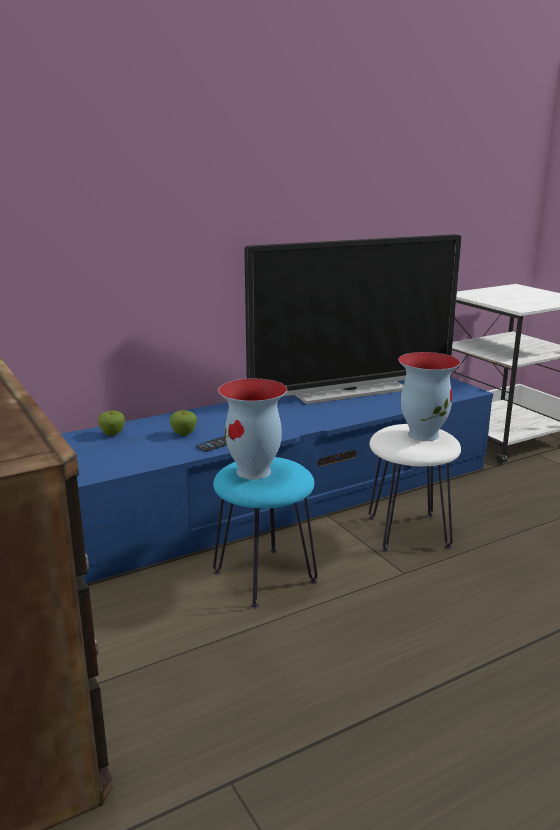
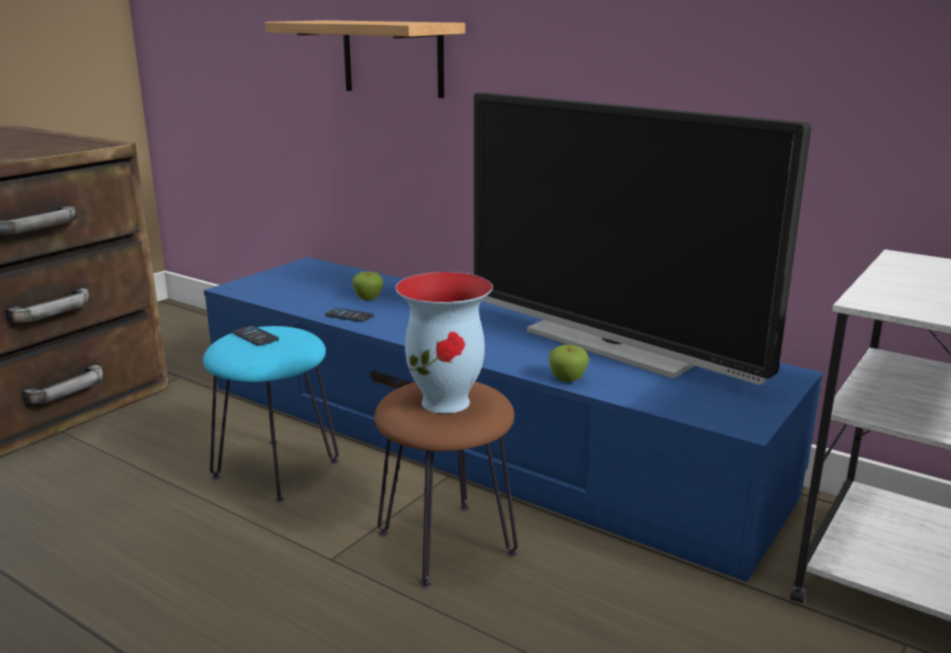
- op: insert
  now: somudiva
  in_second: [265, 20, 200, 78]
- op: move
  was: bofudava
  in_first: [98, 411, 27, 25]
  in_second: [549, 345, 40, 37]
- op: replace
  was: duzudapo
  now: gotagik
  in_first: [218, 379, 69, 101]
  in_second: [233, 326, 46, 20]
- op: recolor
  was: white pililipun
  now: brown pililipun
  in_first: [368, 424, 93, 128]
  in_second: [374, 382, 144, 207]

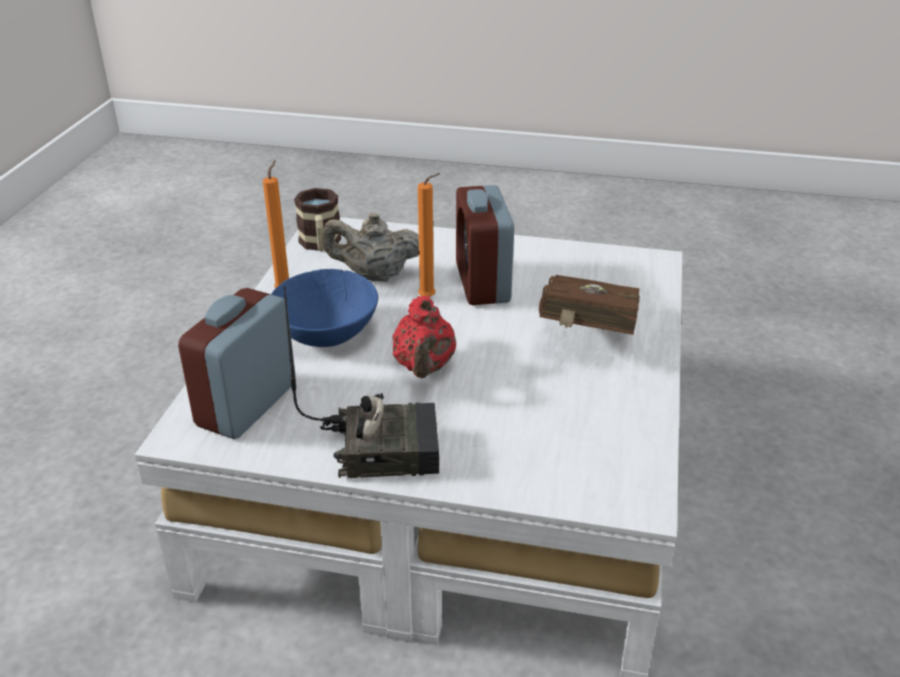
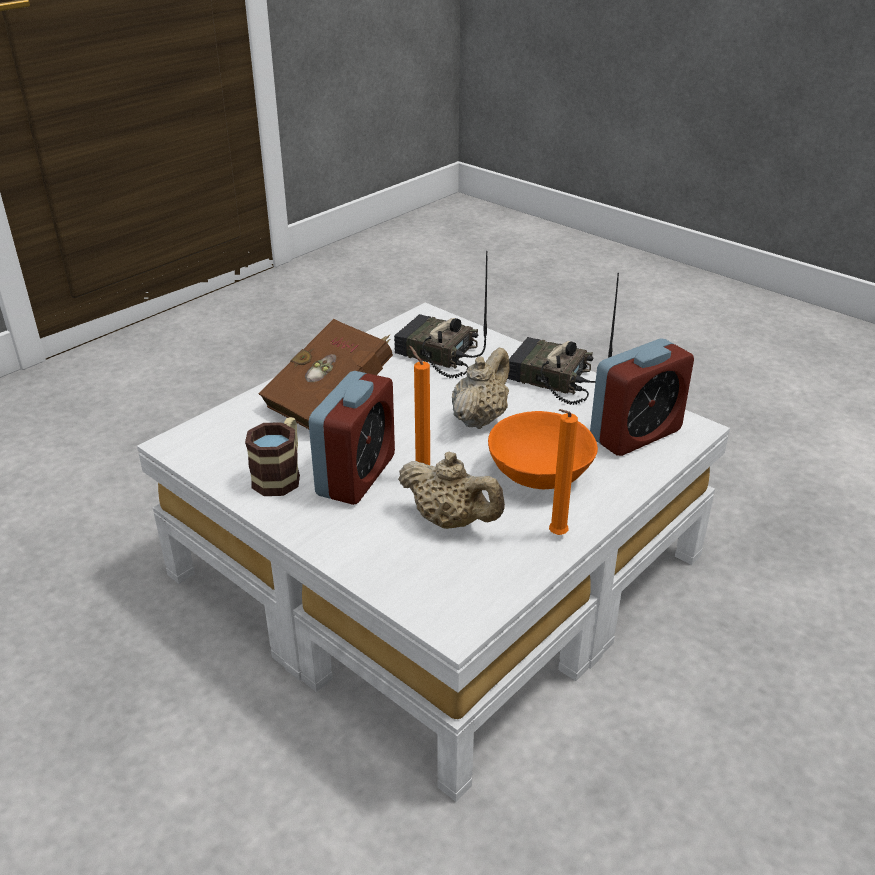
- op: insert
  now: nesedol
  in_second: [394, 251, 93, 127]
- op: move
  was: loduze
  in_first: [294, 188, 48, 63]
  in_second: [245, 417, 55, 79]
- op: recolor
  was: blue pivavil
  now: orange pivavil
  in_first: [272, 269, 106, 78]
  in_second: [488, 411, 110, 78]
- op: recolor
  was: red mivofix
  now: beige mivofix
  in_first: [392, 296, 64, 82]
  in_second: [452, 348, 58, 81]

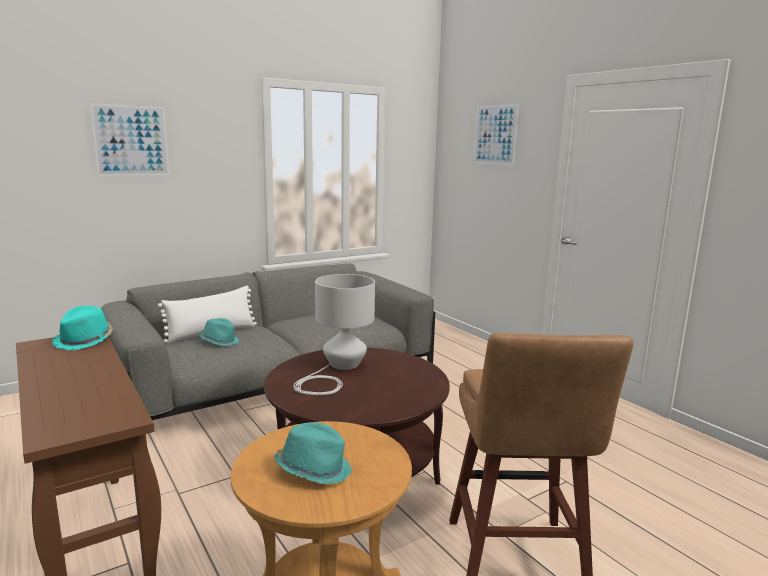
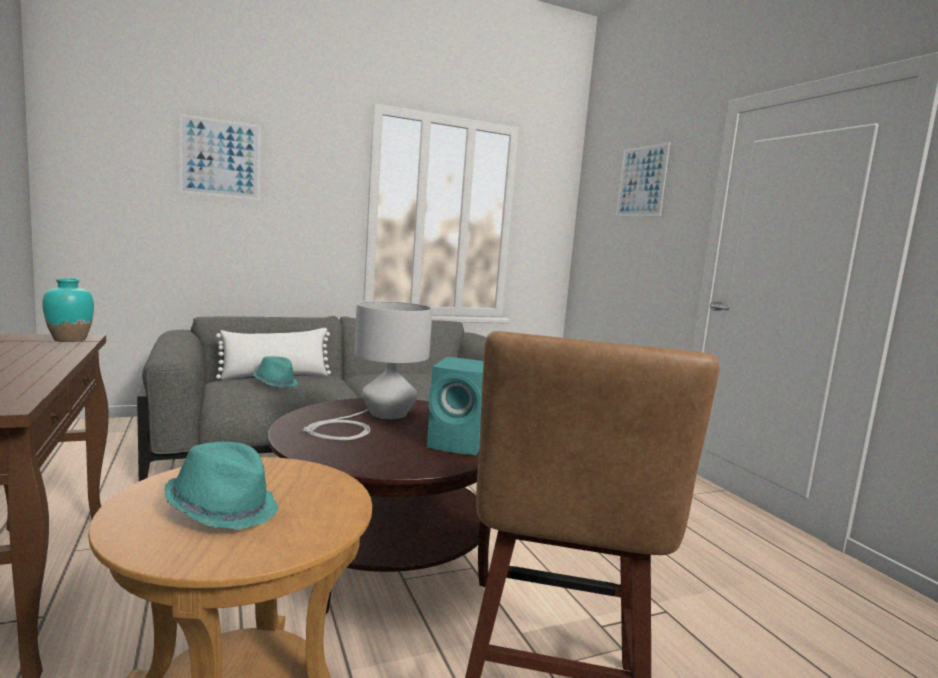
- op: insert
  now: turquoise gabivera
  in_second: [427, 357, 57, 98]
- op: replace
  was: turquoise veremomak
  now: turquoise duzudapo
  in_first: [52, 306, 61, 44]
  in_second: [42, 278, 52, 64]

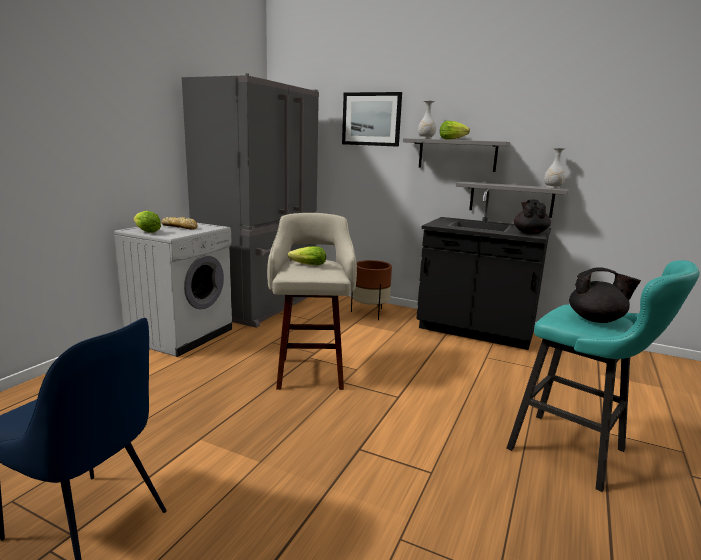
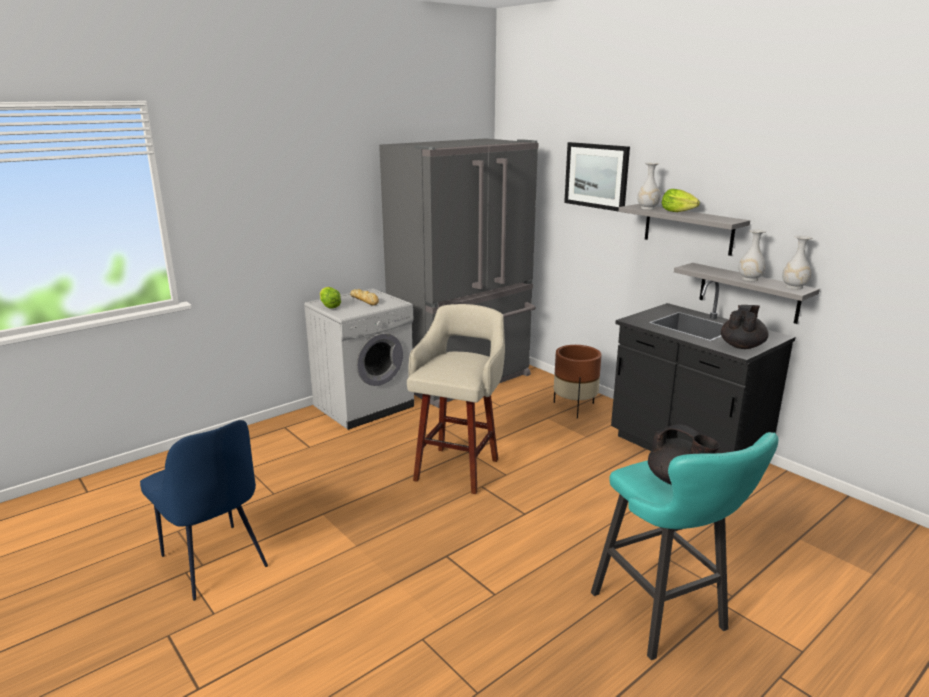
- op: delete
  was: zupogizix
  in_first: [288, 246, 38, 19]
- op: insert
  now: white duzudapo
  in_second: [739, 229, 27, 52]

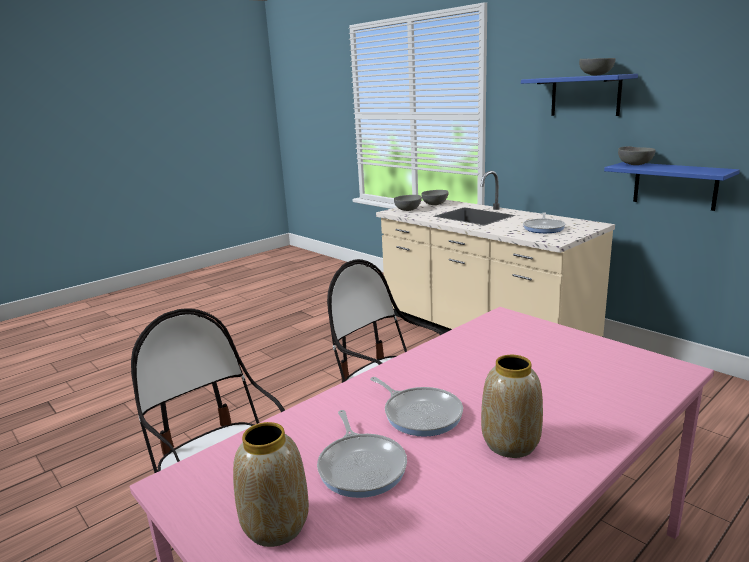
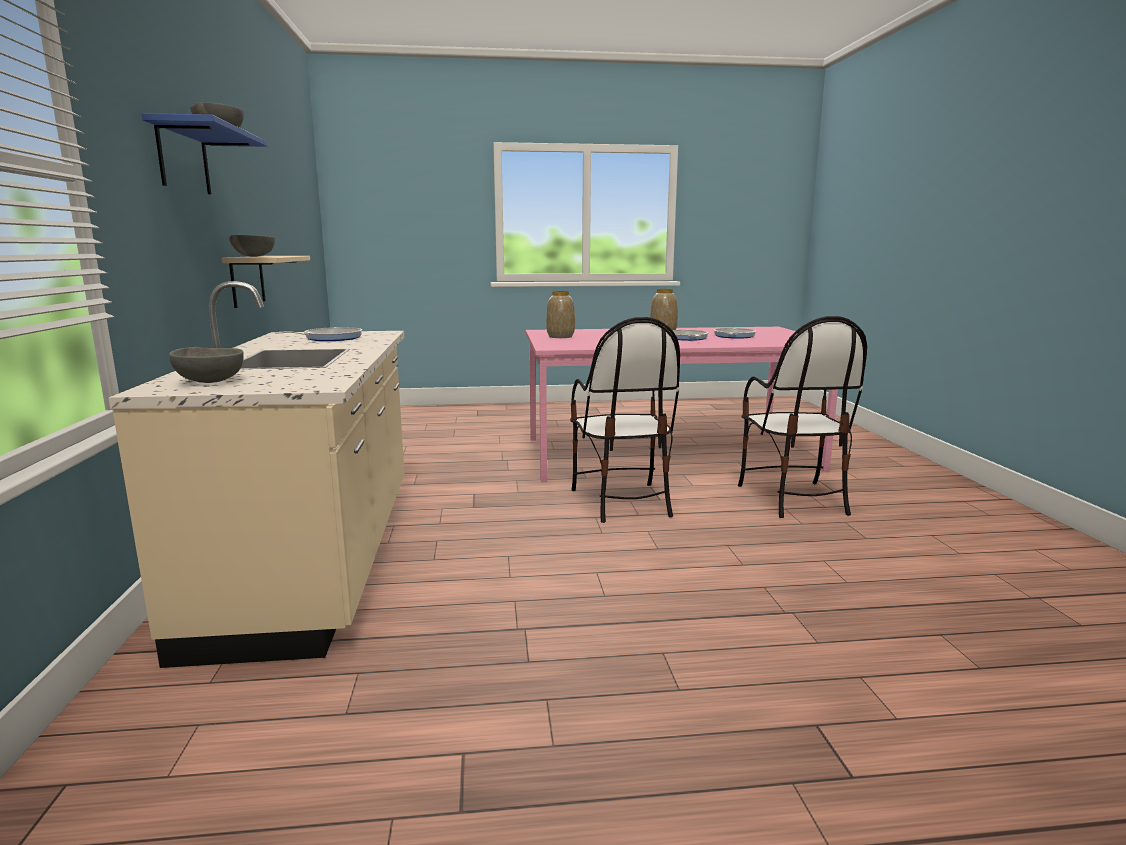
- op: delete
  was: grey pivavil
  in_first: [394, 195, 28, 16]
- op: move
  was: duzudapo
  in_first: [233, 422, 76, 125]
  in_second: [546, 291, 29, 47]
- op: recolor
  was: blue somudiva
  now: beige somudiva
  in_first: [604, 162, 136, 49]
  in_second: [222, 256, 88, 52]

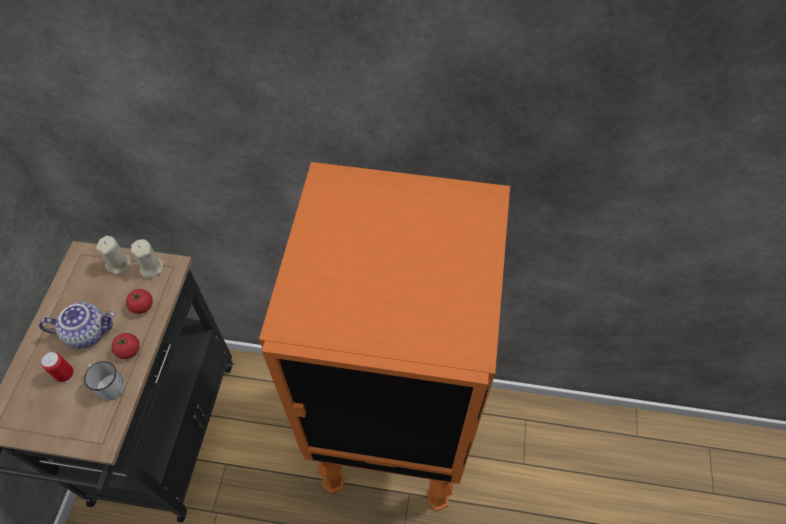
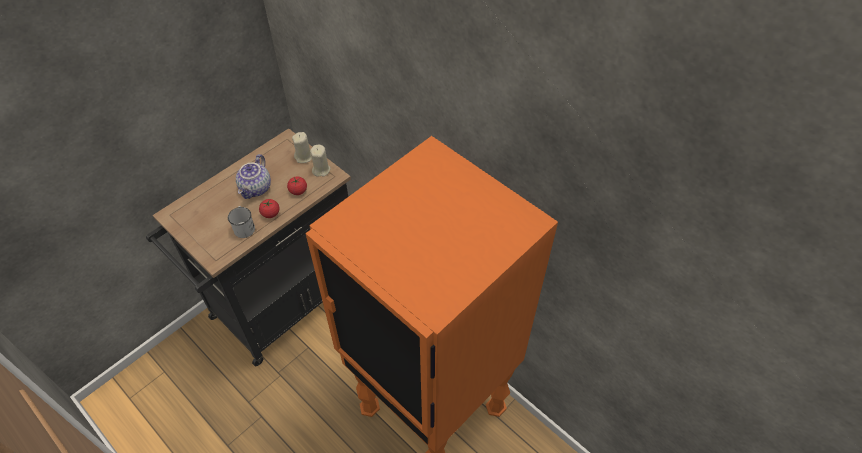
- op: delete
  was: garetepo
  in_first: [41, 352, 33, 31]
- op: rotate
  was: mivofix
  in_first: [39, 302, 76, 46]
  in_second: [236, 154, 35, 45]
  clockwise: 75

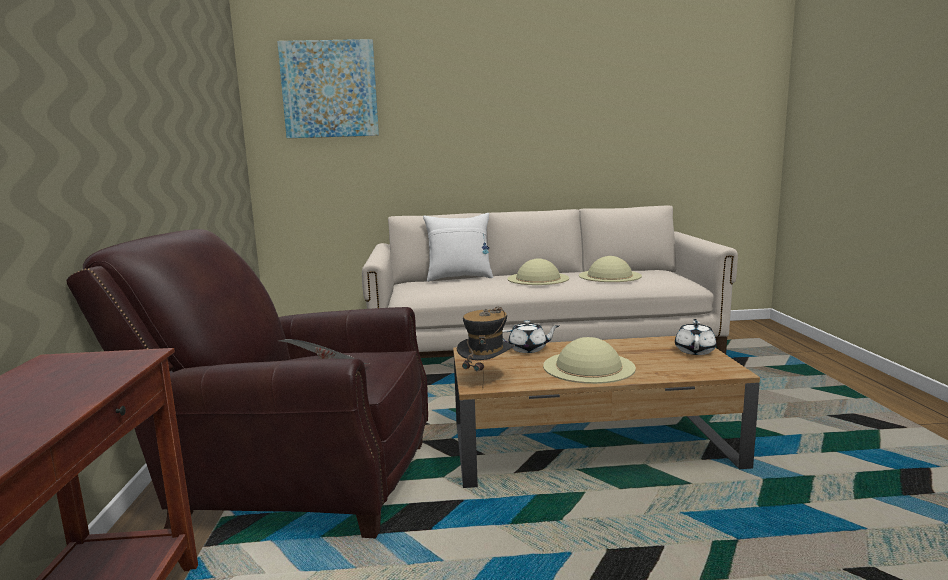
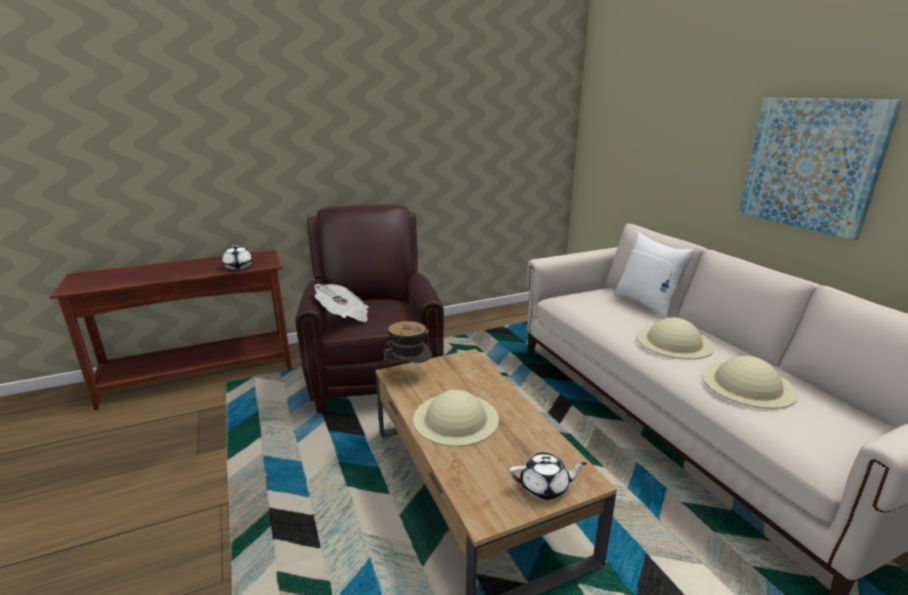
- op: move
  was: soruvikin
  in_first: [277, 39, 102, 99]
  in_second: [739, 98, 164, 142]
- op: move
  was: white mivofix
  in_first: [503, 320, 56, 33]
  in_second: [222, 245, 31, 25]

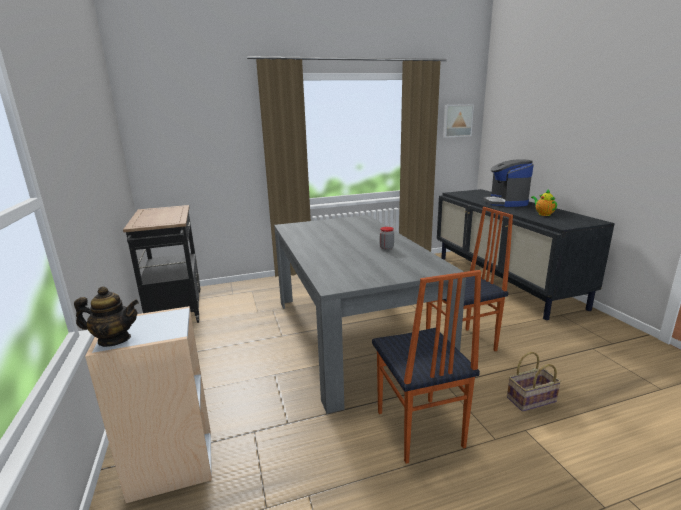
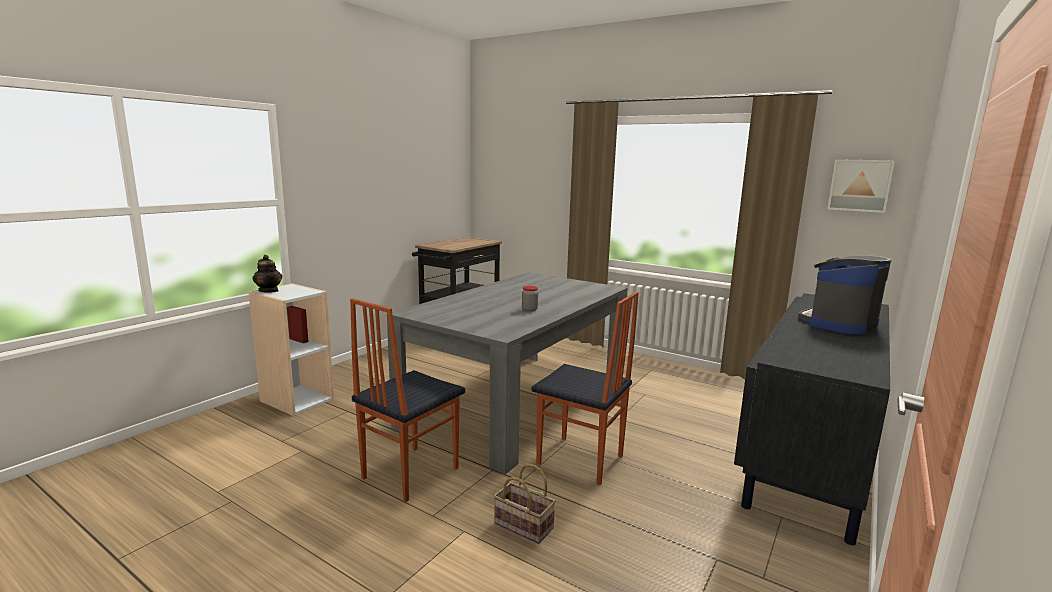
- op: delete
  was: mivofix
  in_first: [531, 190, 26, 26]

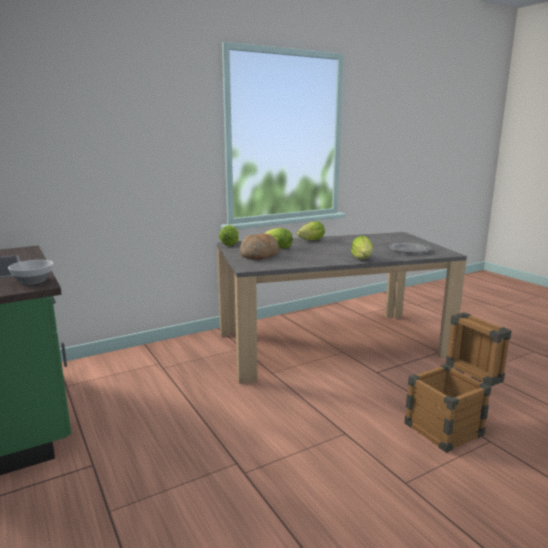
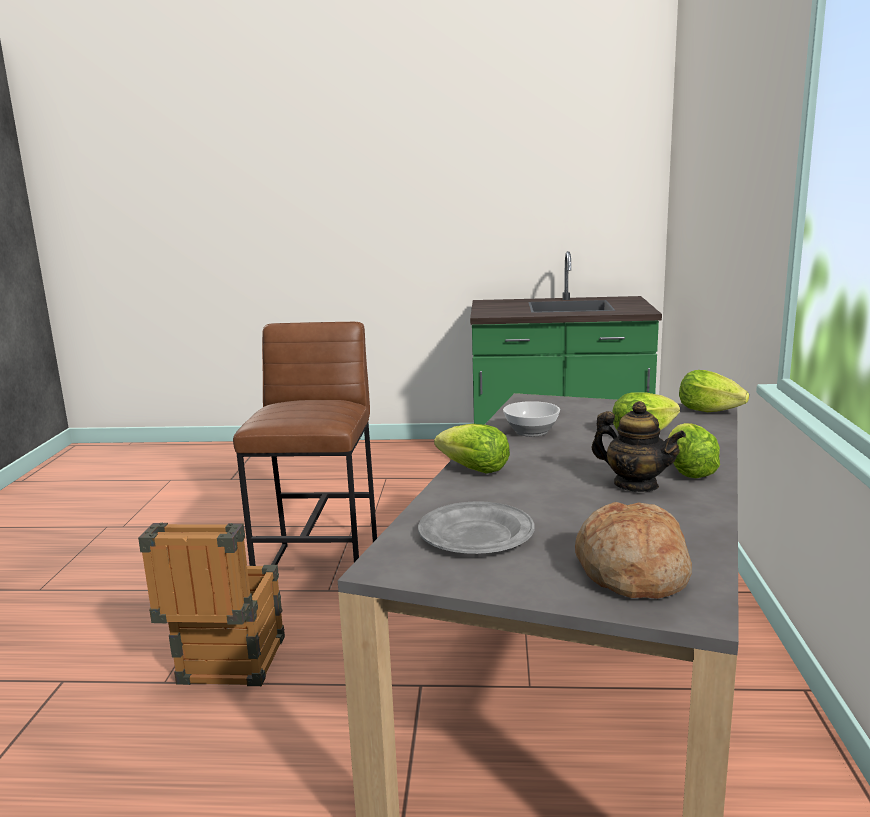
- op: insert
  now: brown pililipun
  in_second: [233, 322, 144, 244]
- op: insert
  now: mivofix
  in_second: [591, 401, 95, 91]
- op: move
  was: pivavil
  in_first: [8, 260, 45, 25]
  in_second: [503, 401, 57, 36]
- op: move
  was: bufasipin
  in_first: [240, 233, 39, 27]
  in_second: [575, 502, 117, 97]

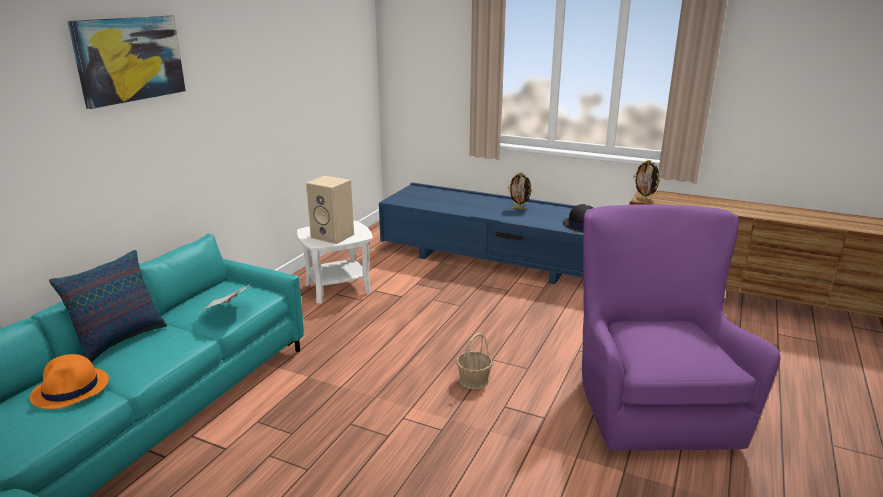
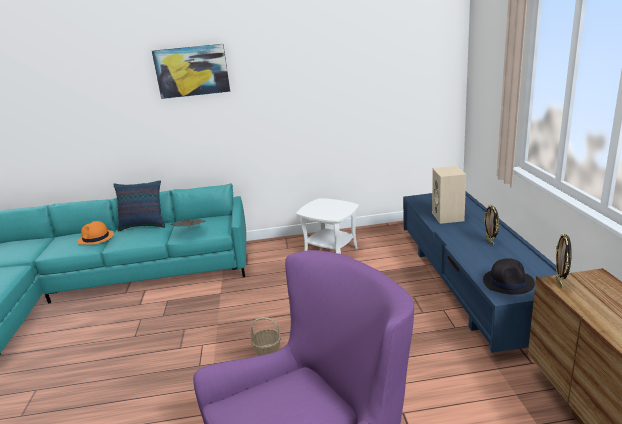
- op: move
  was: beige gabivera
  in_first: [306, 176, 48, 68]
  in_second: [432, 166, 34, 58]

